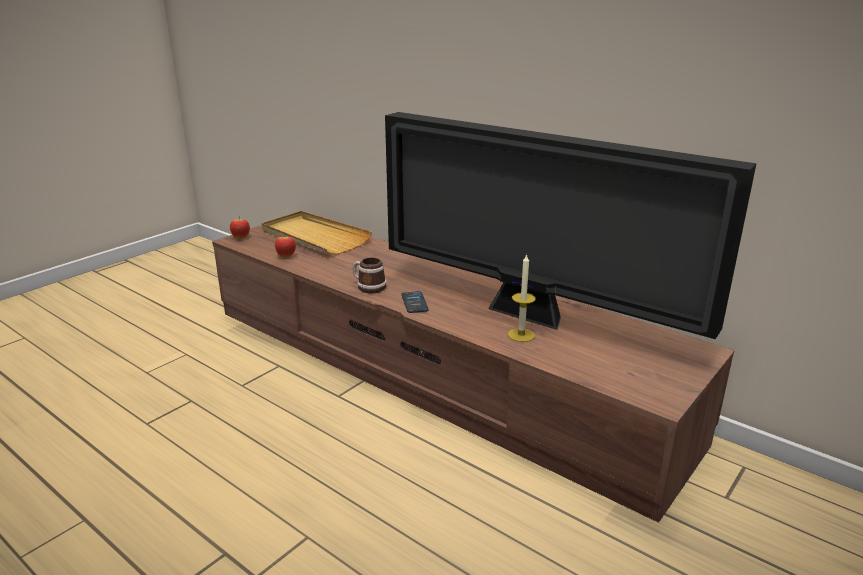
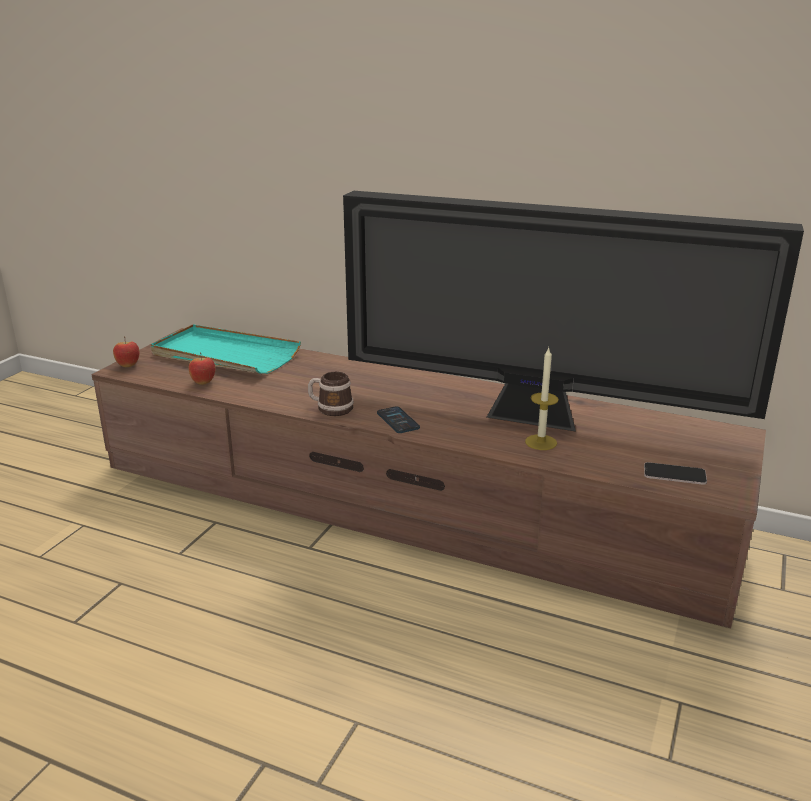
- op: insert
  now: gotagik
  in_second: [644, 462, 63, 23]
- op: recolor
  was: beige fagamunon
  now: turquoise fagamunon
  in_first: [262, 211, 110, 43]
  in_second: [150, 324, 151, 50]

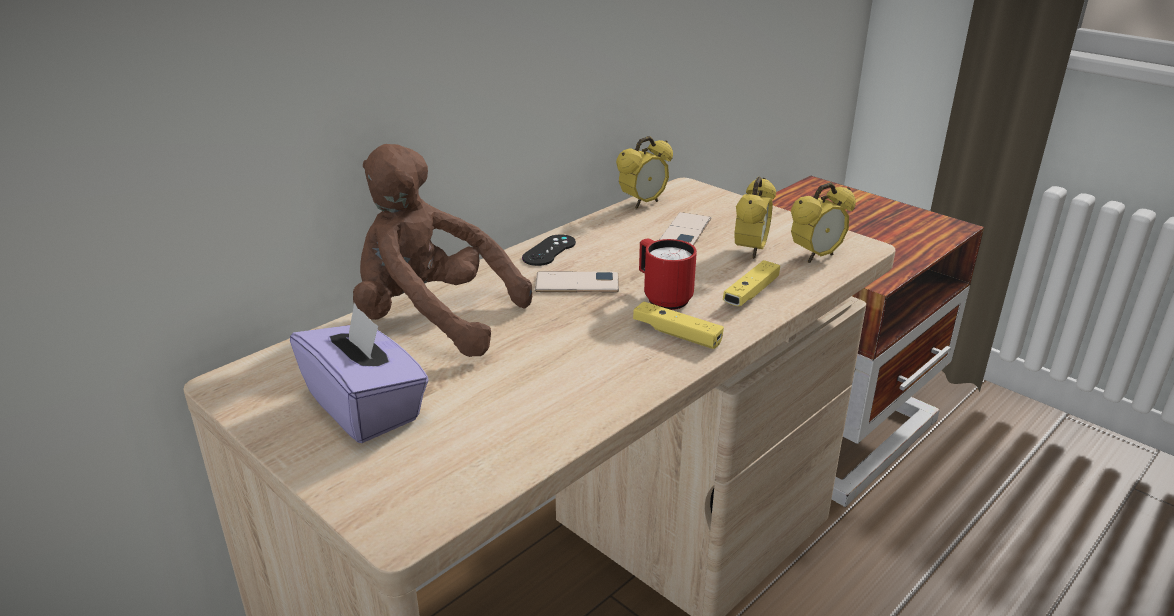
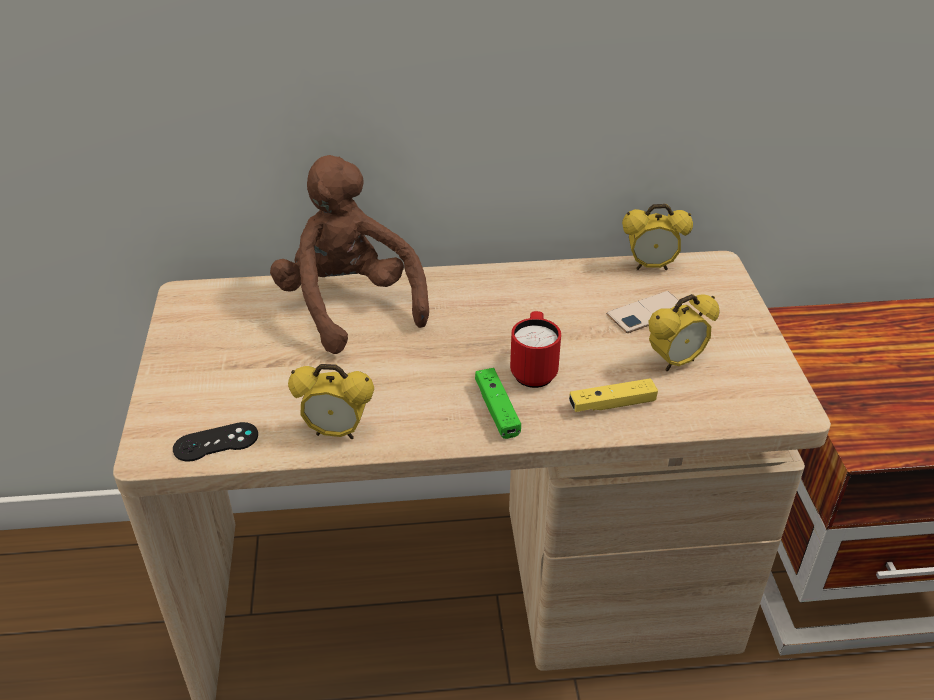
- op: delete
  was: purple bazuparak
  in_first: [290, 302, 139, 141]
- op: delete
  was: gotagik
  in_first: [535, 272, 84, 20]
- op: move
  was: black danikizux
  in_first: [522, 234, 54, 32]
  in_second: [173, 422, 85, 40]
- op: move
  was: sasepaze
  in_first: [791, 182, 65, 81]
  in_second: [288, 364, 86, 75]
- op: recolor
  was: yellow danikizux
  now: green danikizux
  in_first: [633, 302, 91, 47]
  in_second: [475, 368, 46, 71]

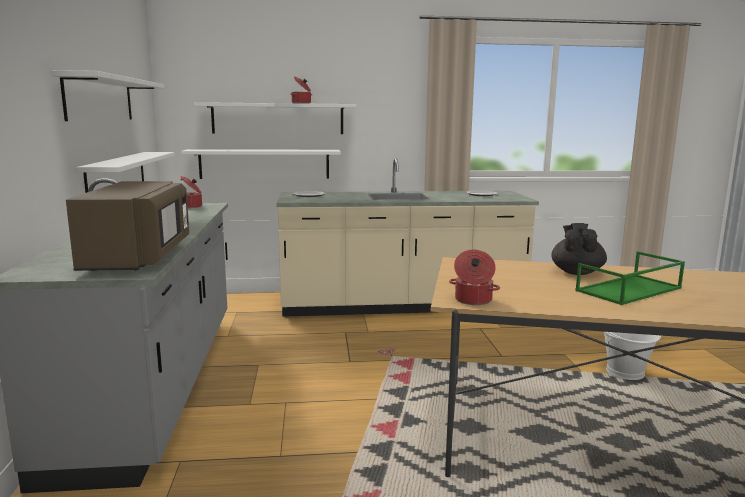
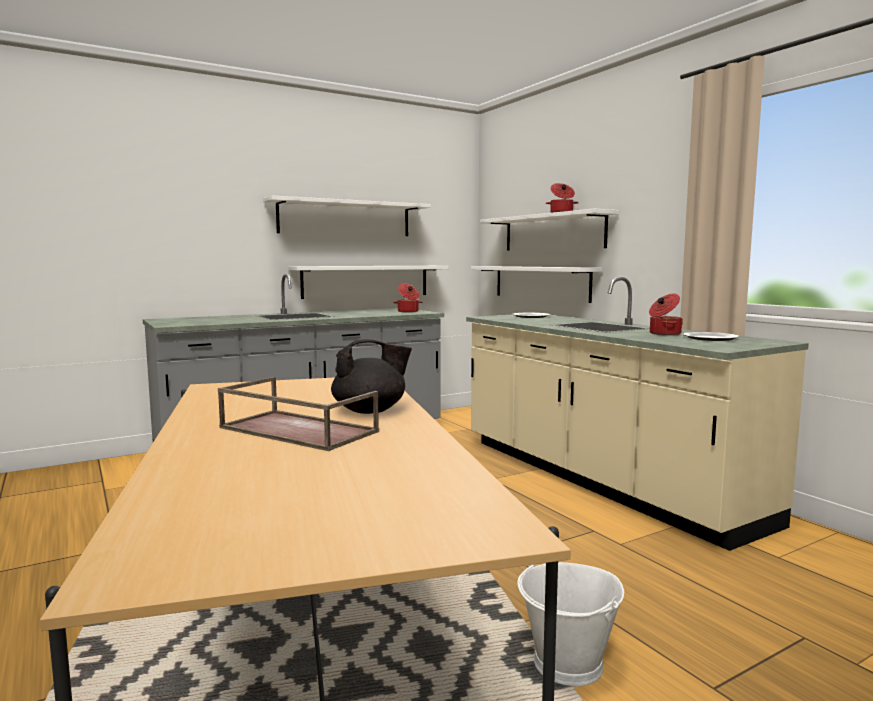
- op: delete
  was: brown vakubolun
  in_first: [66, 181, 123, 90]
- op: move
  was: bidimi
  in_first: [449, 250, 51, 55]
  in_second: [649, 294, 34, 42]
- op: recolor
  was: green fagamunon
  now: brown fagamunon
  in_first: [575, 251, 110, 54]
  in_second: [218, 377, 161, 74]

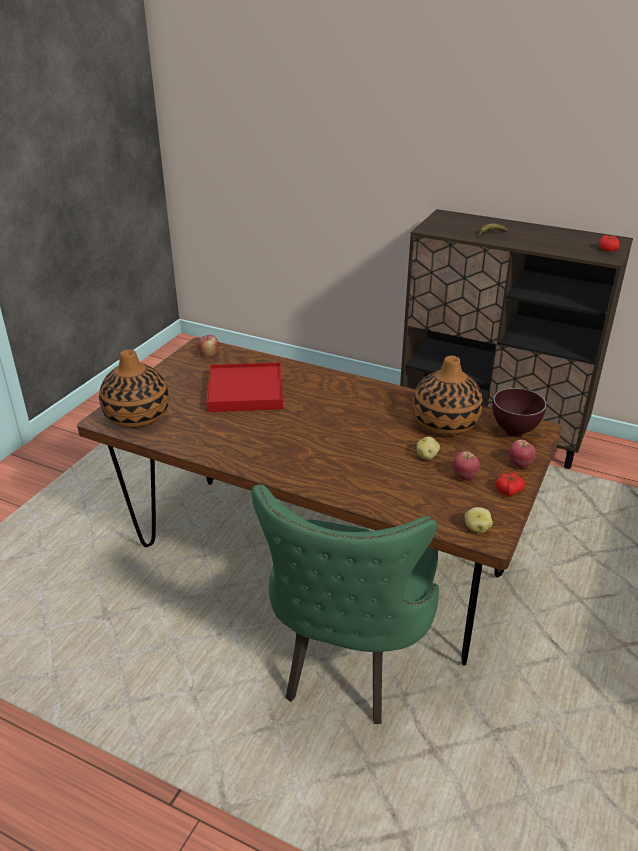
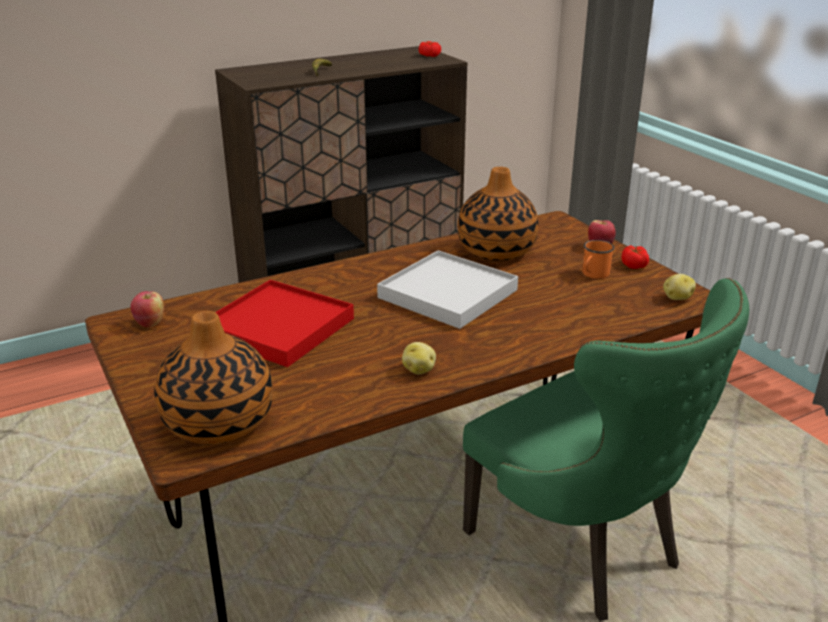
- op: delete
  was: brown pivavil
  in_first: [492, 388, 55, 49]
- op: insert
  now: white fagamunon
  in_second: [377, 250, 141, 79]
- op: move
  was: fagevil
  in_first: [417, 437, 23, 23]
  in_second: [402, 342, 34, 32]
- op: replace
  was: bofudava
  now: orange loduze
  in_first: [453, 451, 27, 29]
  in_second: [582, 240, 32, 39]

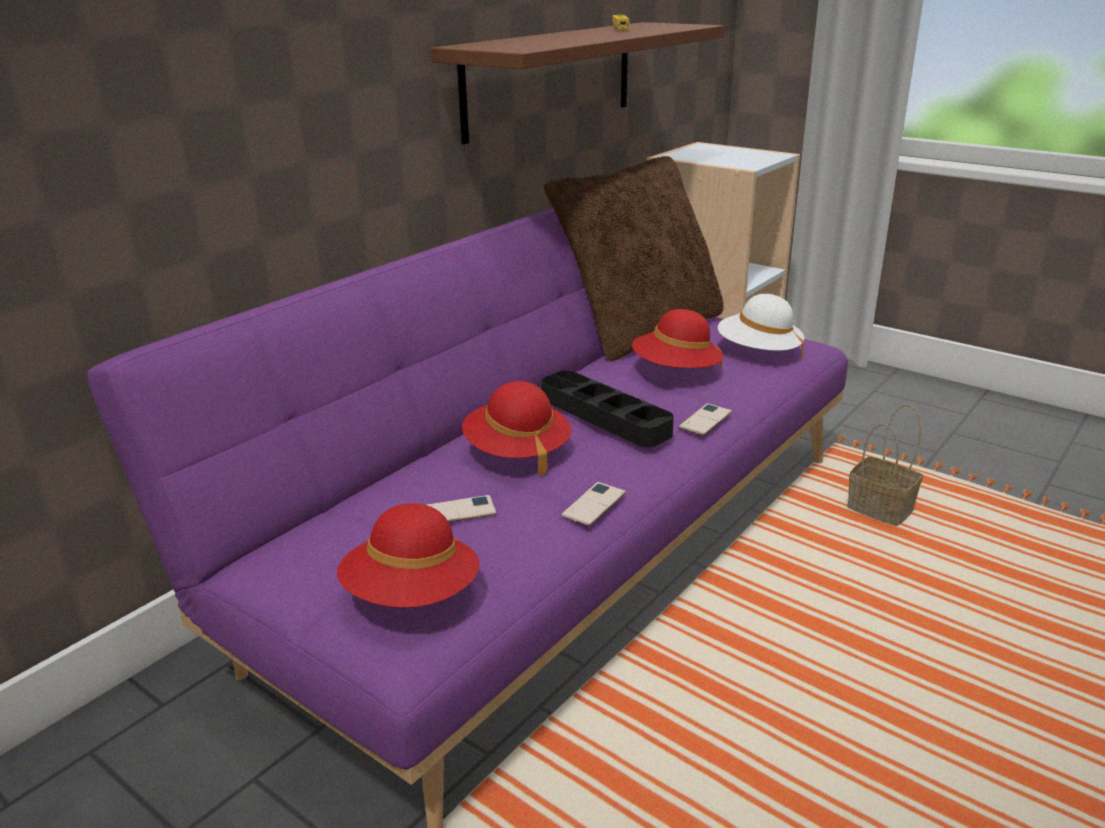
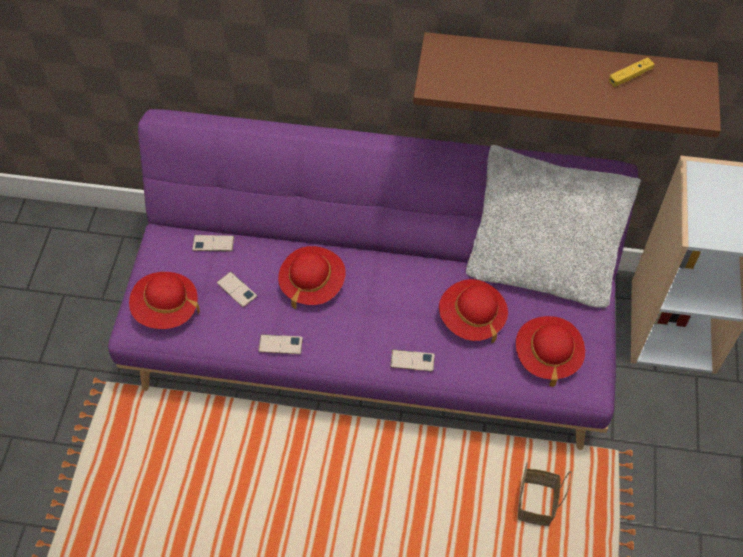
- op: delete
  was: black fagamunon
  in_first: [541, 370, 133, 77]
- op: insert
  now: gotagik
  in_second: [192, 235, 42, 17]
- op: recolor
  was: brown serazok
  now: white serazok
  in_first: [544, 156, 180, 205]
  in_second: [466, 145, 175, 163]
- op: recolor
  was: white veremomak
  now: red veremomak
  in_first: [718, 294, 86, 66]
  in_second: [516, 316, 69, 71]

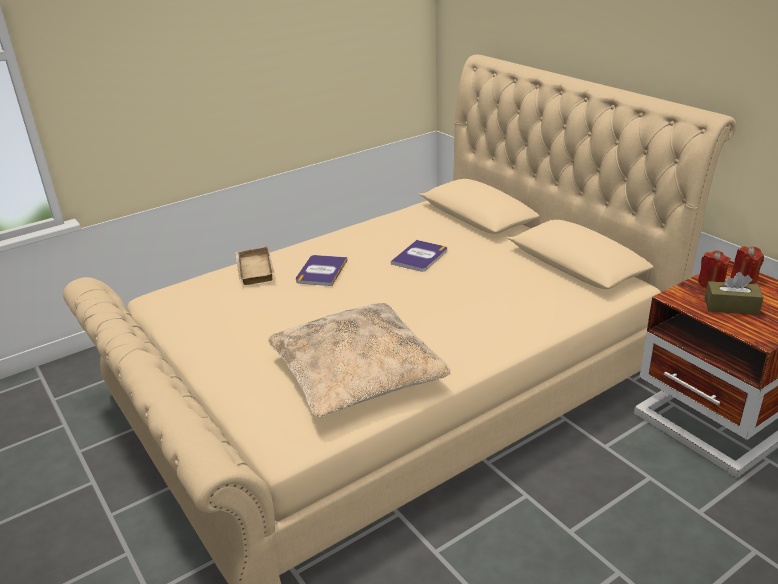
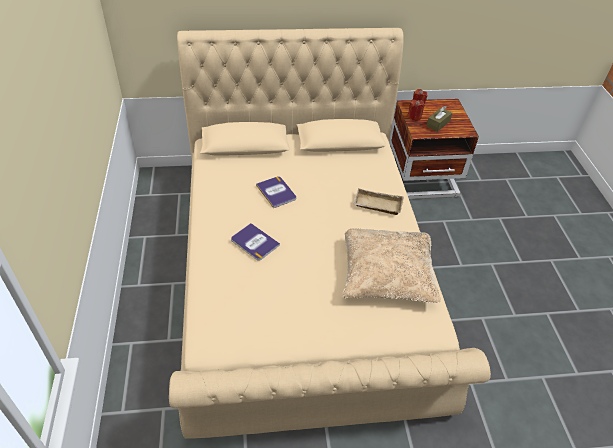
- op: move
  was: beige fagamunon
  in_first: [235, 246, 40, 39]
  in_second: [354, 188, 50, 27]

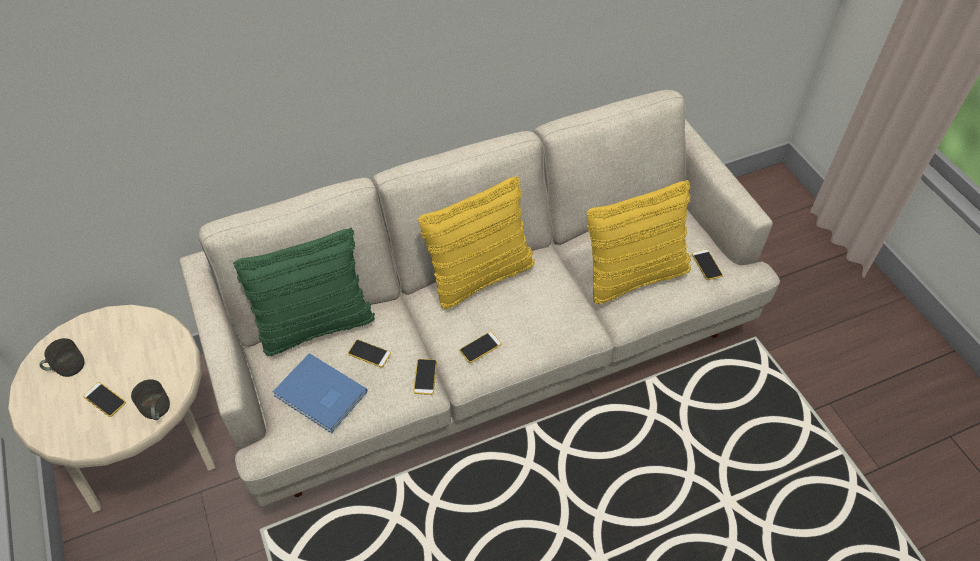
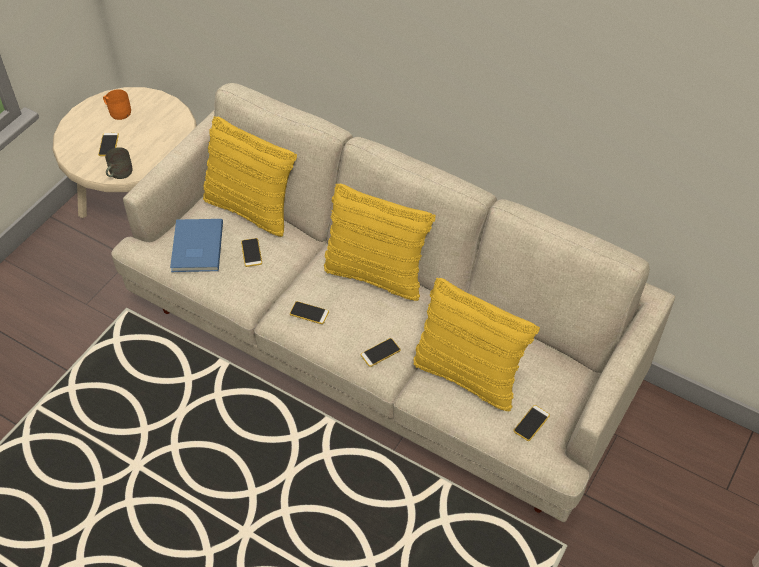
- op: move
  was: gotagik
  in_first: [413, 359, 24, 36]
  in_second: [361, 338, 40, 29]
- op: recolor
  was: grey loduze
  now: orange loduze
  in_first: [40, 338, 45, 39]
  in_second: [103, 89, 28, 31]
- op: recolor
  was: green serazok
  now: yellow serazok
  in_first: [233, 228, 142, 129]
  in_second: [203, 116, 94, 121]

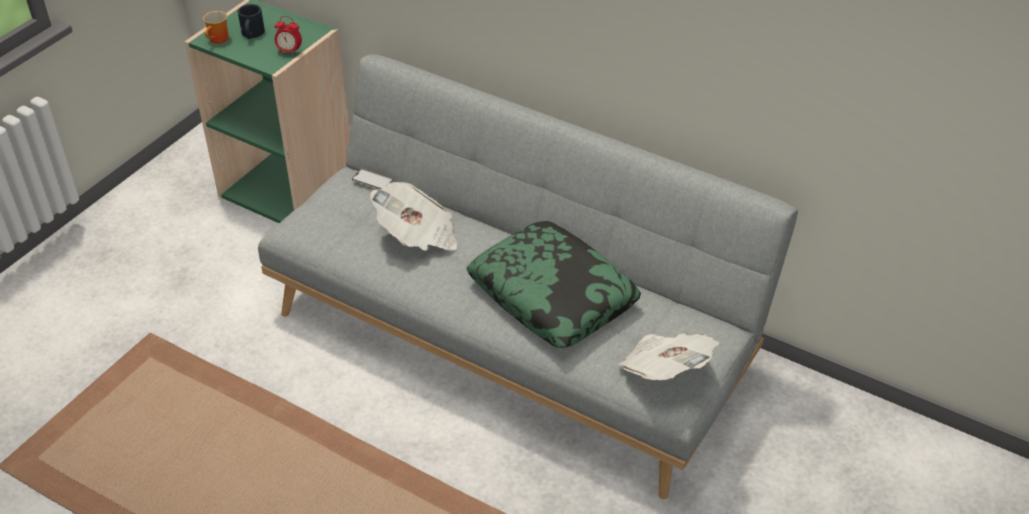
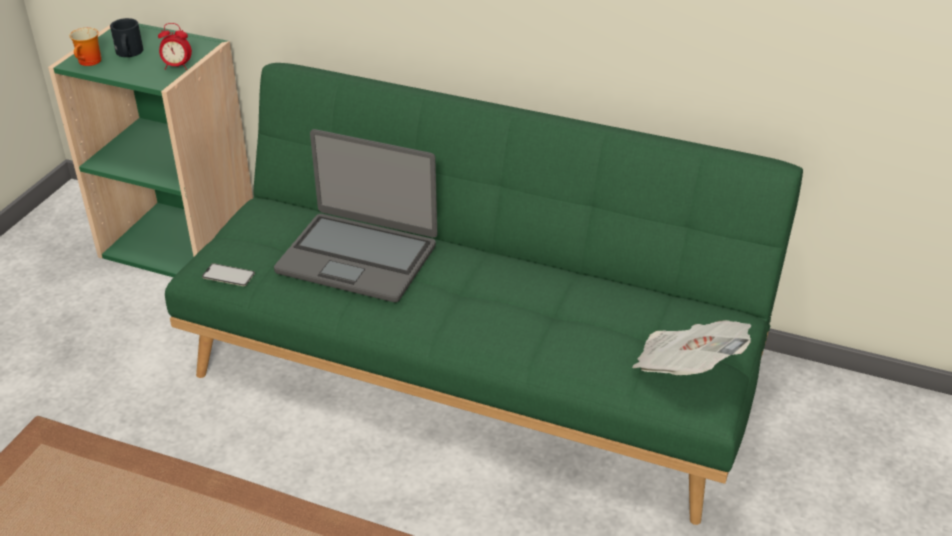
- op: delete
  was: serazok
  in_first: [467, 221, 174, 127]
- op: move
  was: gotagik
  in_first: [352, 169, 41, 20]
  in_second: [202, 263, 53, 23]
- op: replace
  was: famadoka
  now: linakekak
  in_first: [370, 182, 87, 69]
  in_second: [274, 129, 163, 173]
- op: recolor
  was: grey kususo
  now: green kususo
  in_first: [258, 54, 540, 445]
  in_second: [165, 63, 638, 462]

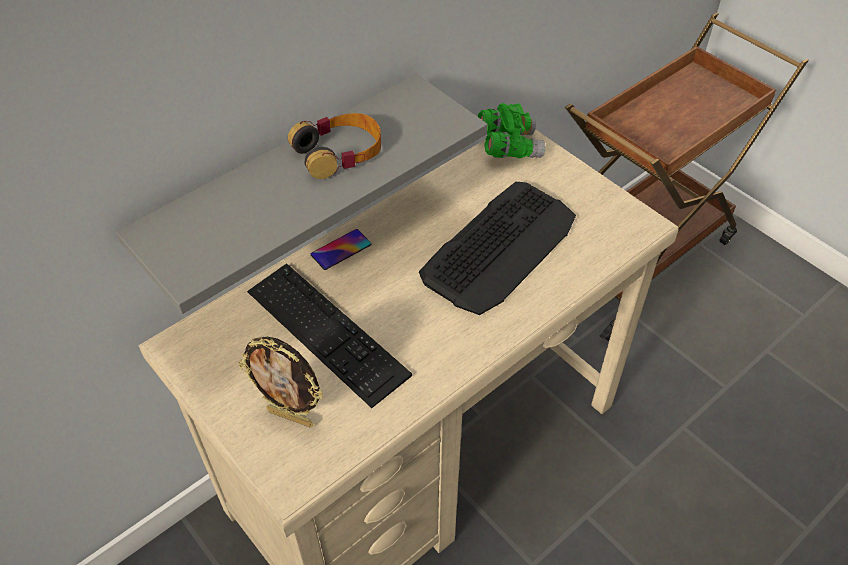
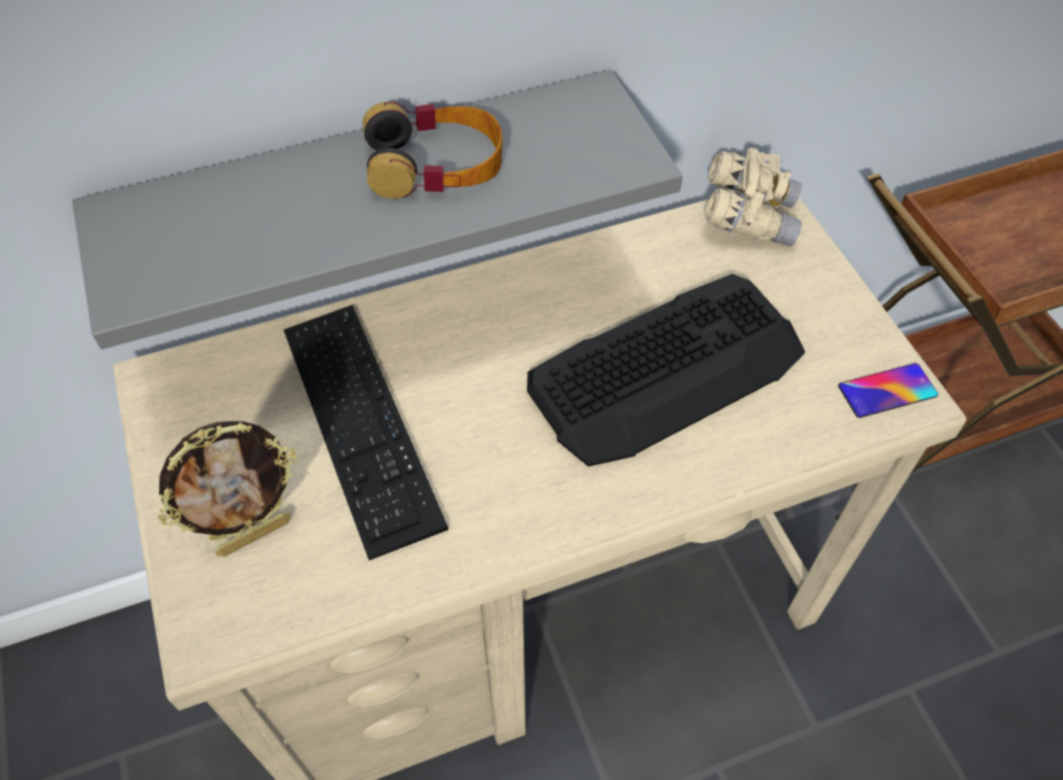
- op: move
  was: gotagik
  in_first: [311, 229, 60, 41]
  in_second: [838, 363, 100, 55]
- op: recolor
  was: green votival
  now: beige votival
  in_first: [478, 103, 67, 55]
  in_second: [705, 148, 97, 98]
- op: rotate
  was: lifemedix
  in_first: [238, 337, 85, 90]
  in_second: [158, 421, 139, 136]
  clockwise: -75

